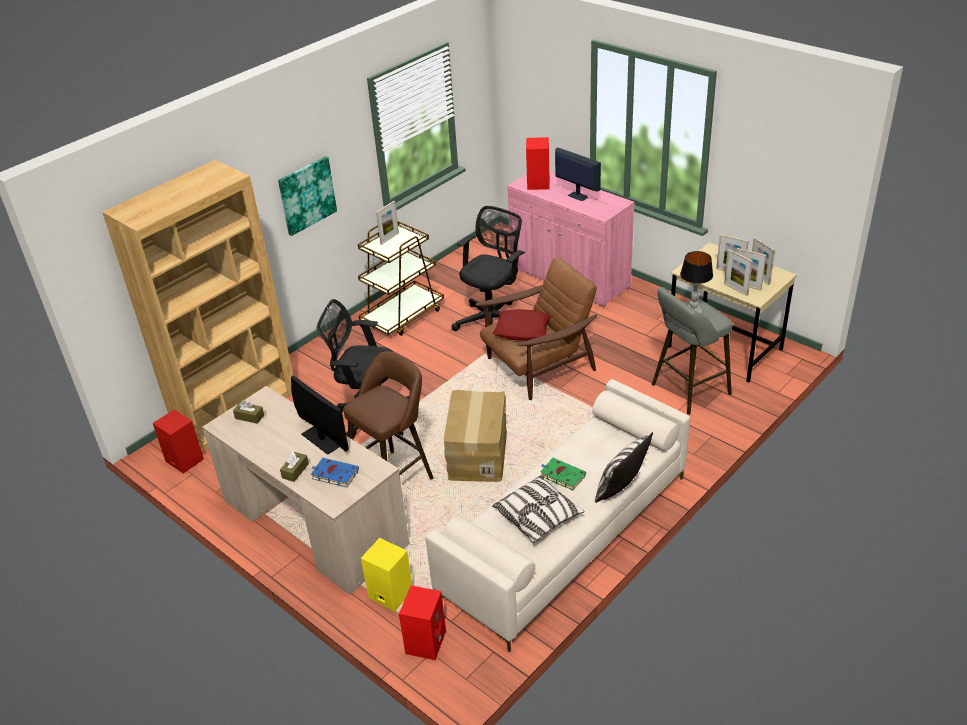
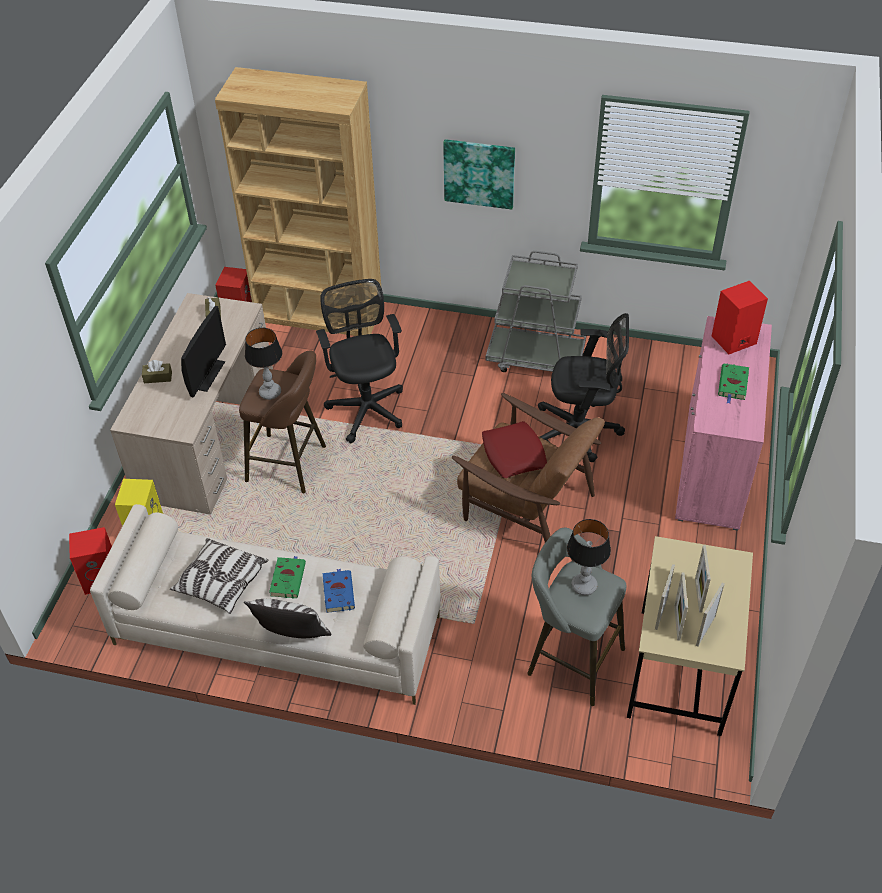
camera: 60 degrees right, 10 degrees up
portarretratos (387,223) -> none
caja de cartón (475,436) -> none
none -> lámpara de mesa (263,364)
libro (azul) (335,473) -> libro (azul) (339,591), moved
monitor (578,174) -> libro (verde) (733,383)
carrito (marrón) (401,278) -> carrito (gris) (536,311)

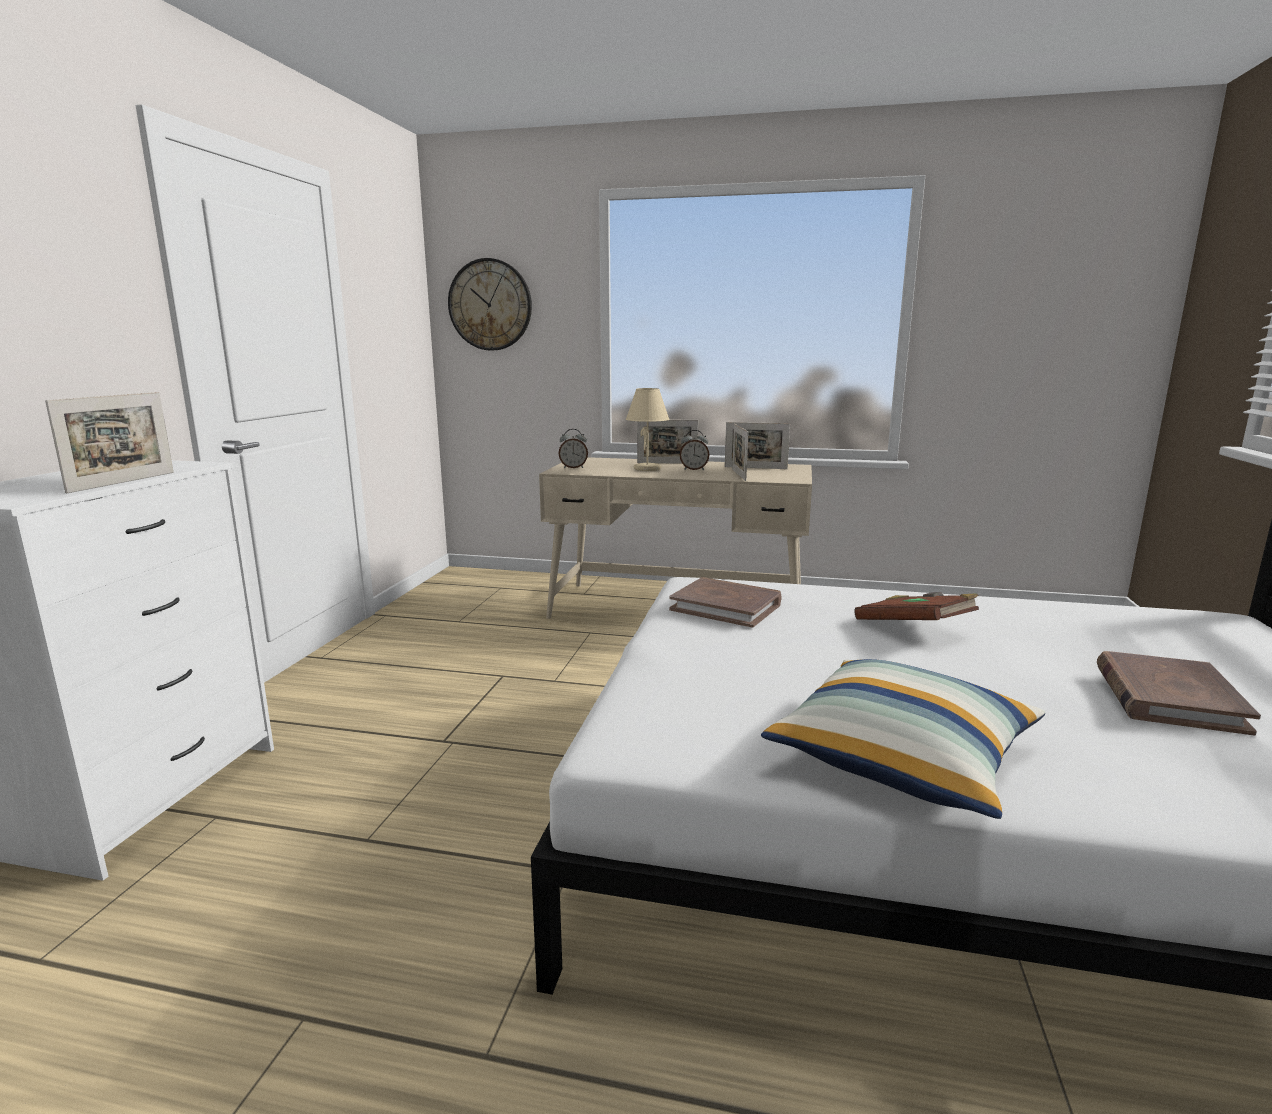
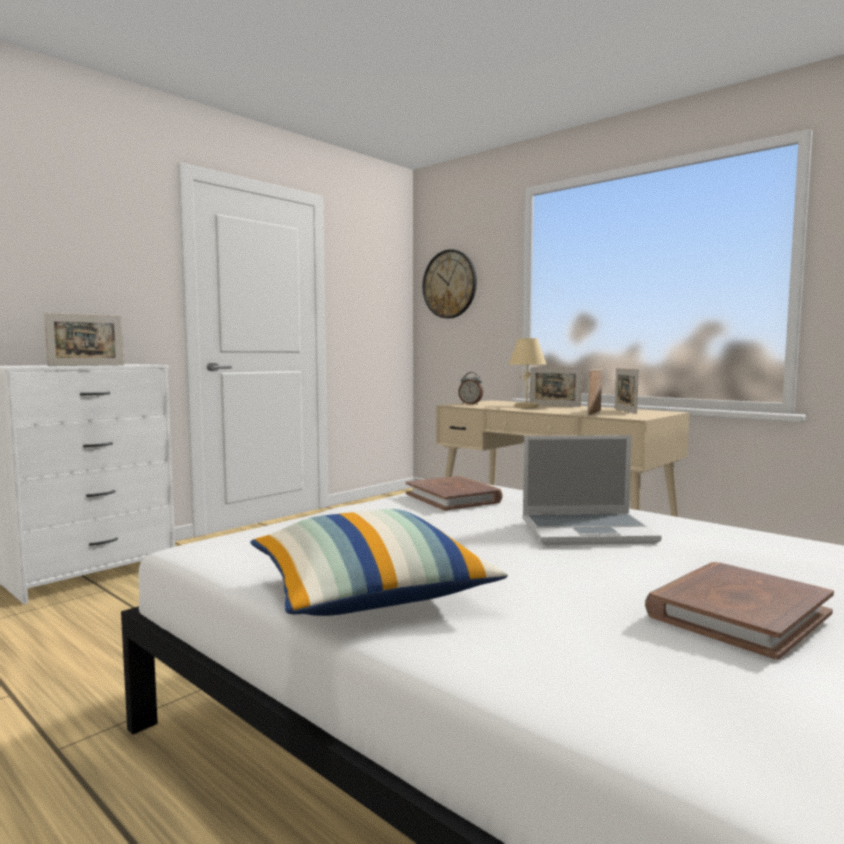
camera: 30 degrees right, 10 degrees down
despertador (694,450) -> none
libro (marrón) (916,606) -> portátil (592,490)
portarretratos (757,445) -> portarretratos (627,391), 45 degrees clockwise

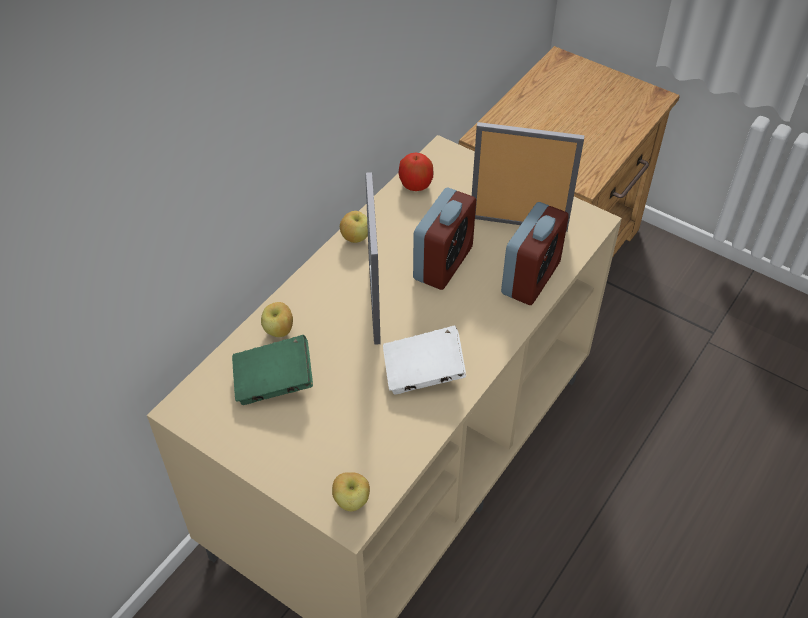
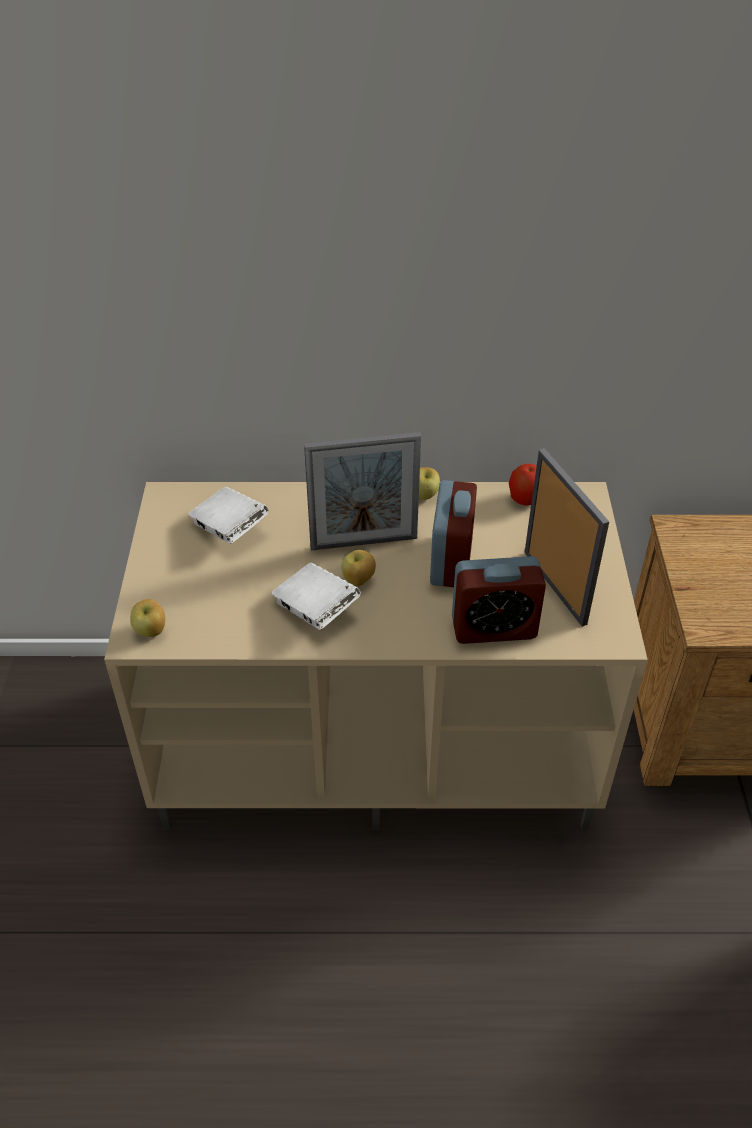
camera: 55 degrees right, 5 degrees down
manzana (277,319) -> manzana (358,568), moved
libro (verde) (272,370) -> libro (blanco) (228,515)
portarretratos (373,258) -> portarretratos (362,491), 150 degrees counterclockwise
despertador (444,239) -> despertador (453,533), 75 degrees counterclockwise

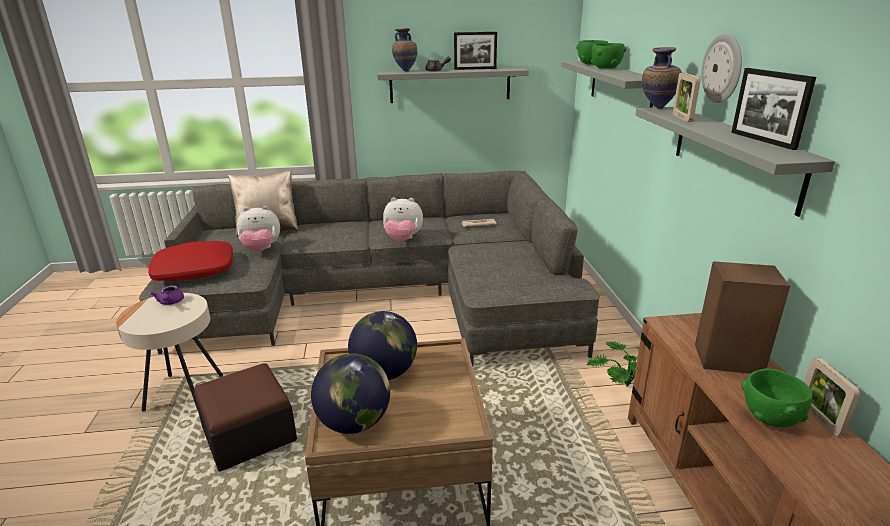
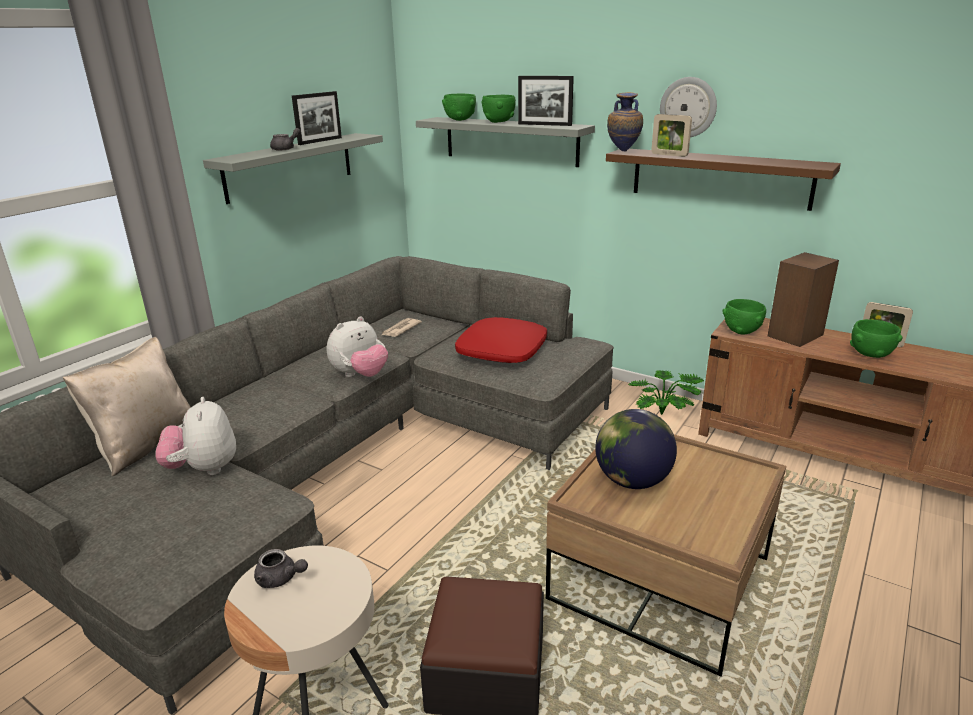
camera: 50 degrees left, 0 degrees up
globo terráqueo (350,393) -> none
florero (404,50) -> none
none -> cuenco (verde) (744,317)
cojín (rojo) (190,261) -> cojín (rojo) (501,340), moved
portarretratos (773,109) -> portarretratos (546,101), moved
tetera (morado) (167,295) -> tetera (gris) (281,568)
estante (gris) (735,162) -> estante (marrón) (723,180)
peluche (258,229) -> peluche (195,436), 135 degrees clockwise

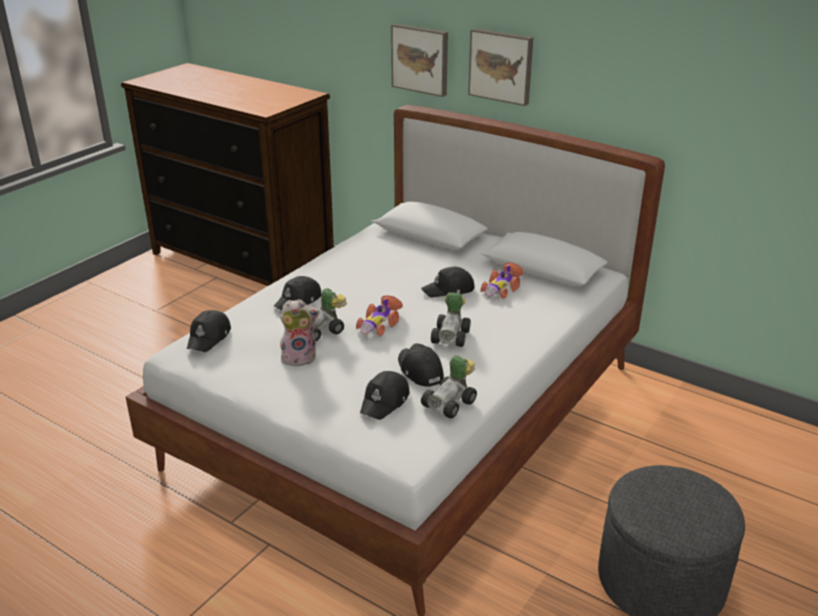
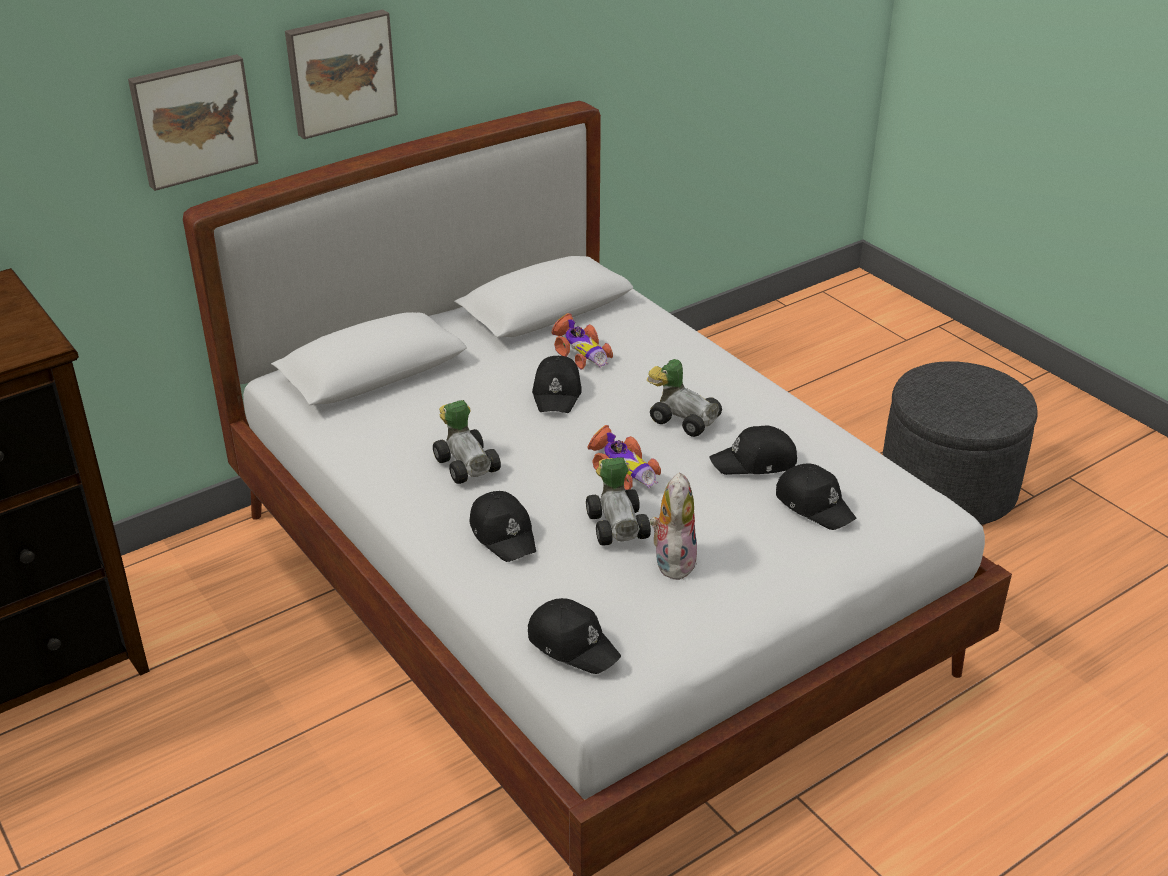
camera: 70 degrees left, 5 degrees up
coche de juguete (449,387) -> coche de juguete (467,442), moved

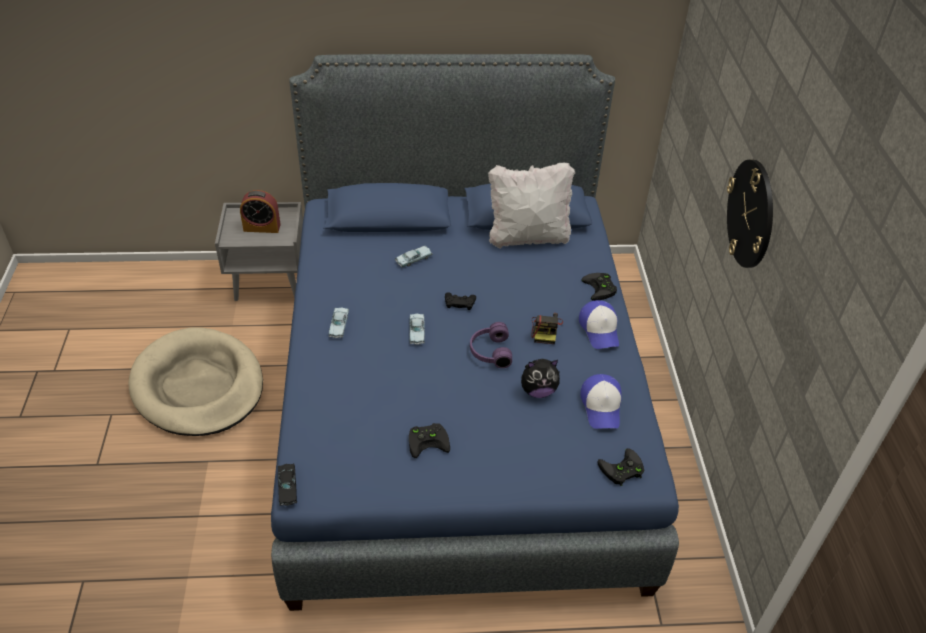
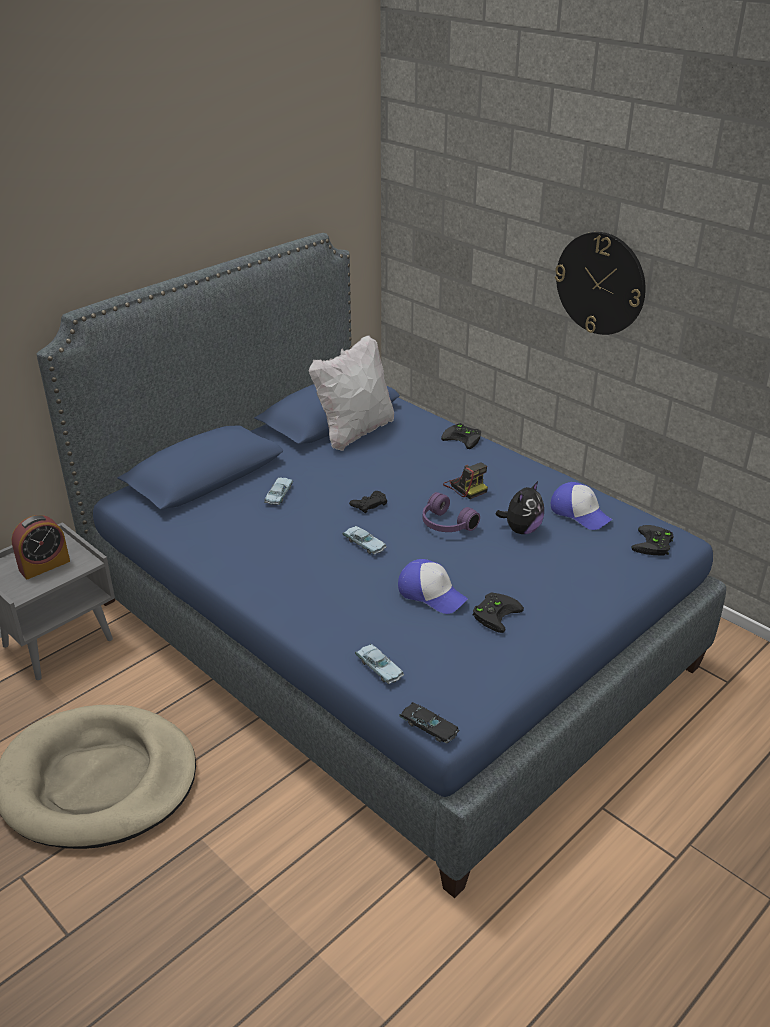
camera: 40 degrees left, 10 degrees down
coche de juguete (azul) (339,322) -> coche de juguete (azul) (379,664), moved
gorra (599,324) -> gorra (433,586), moved

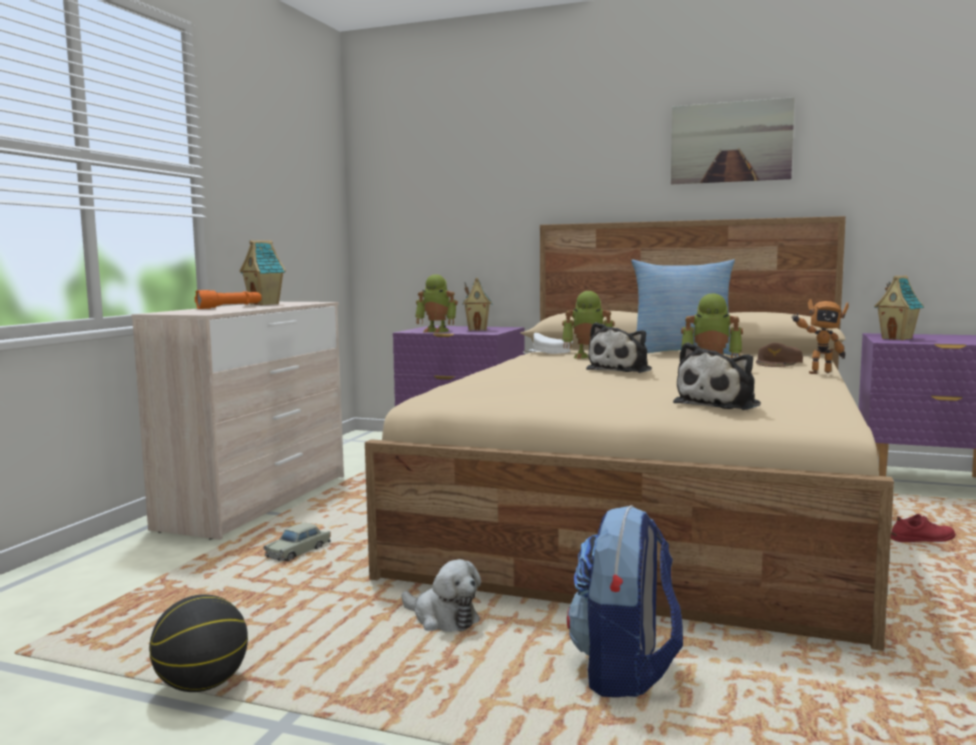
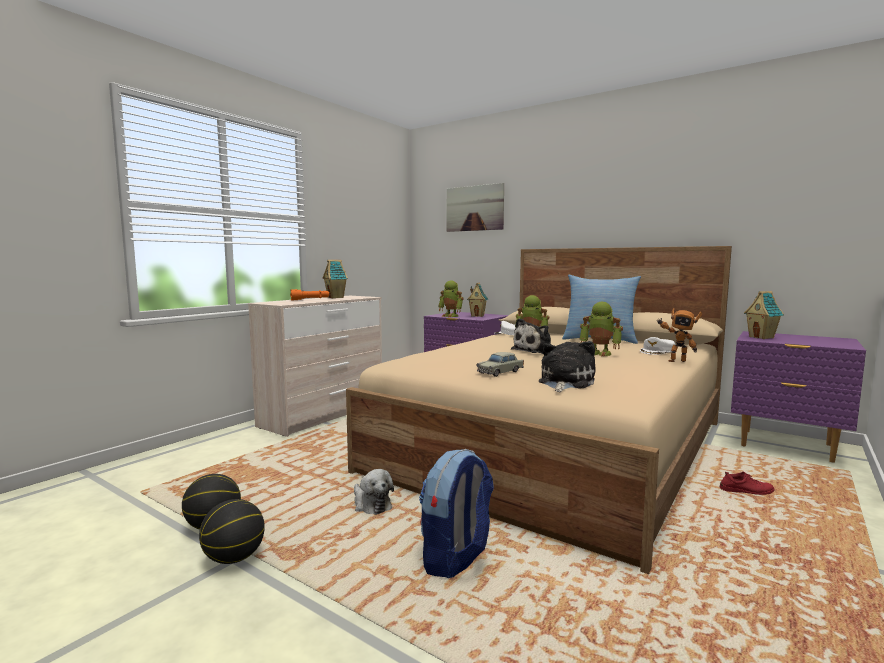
camera: 15 degrees right, 0 degrees up
none -> balón de baloncesto (232,531)
coche de juguete (beis) (297,542) -> coche de juguete (beis) (500,364), moved
cuadro (733,140) -> cuadro (475,207), moved
gorra (marrón) (779,355) -> gorra (blanco) (658,346)
peluche (717,376) -> peluche (567,366), 150 degrees clockwise

